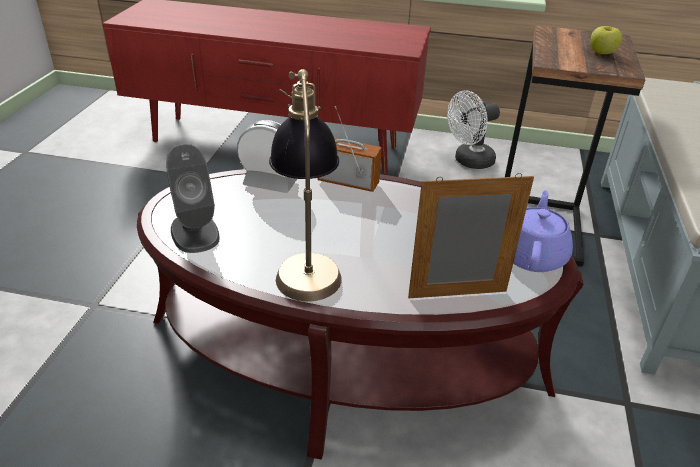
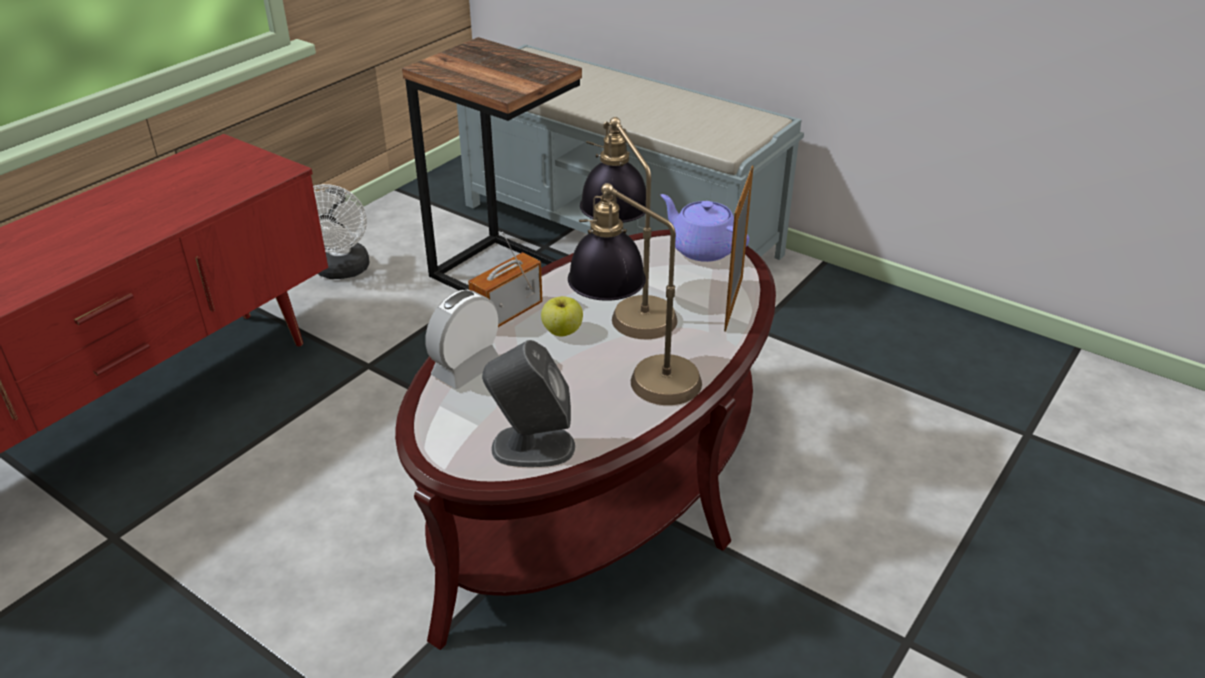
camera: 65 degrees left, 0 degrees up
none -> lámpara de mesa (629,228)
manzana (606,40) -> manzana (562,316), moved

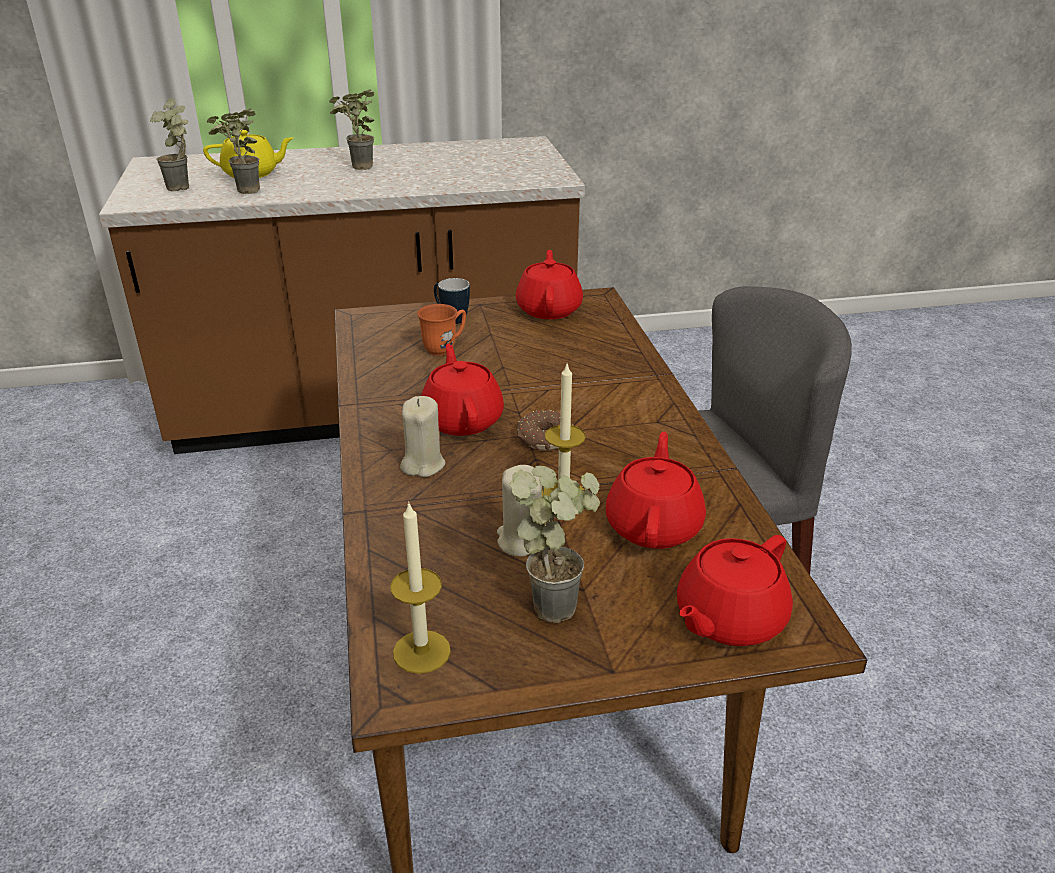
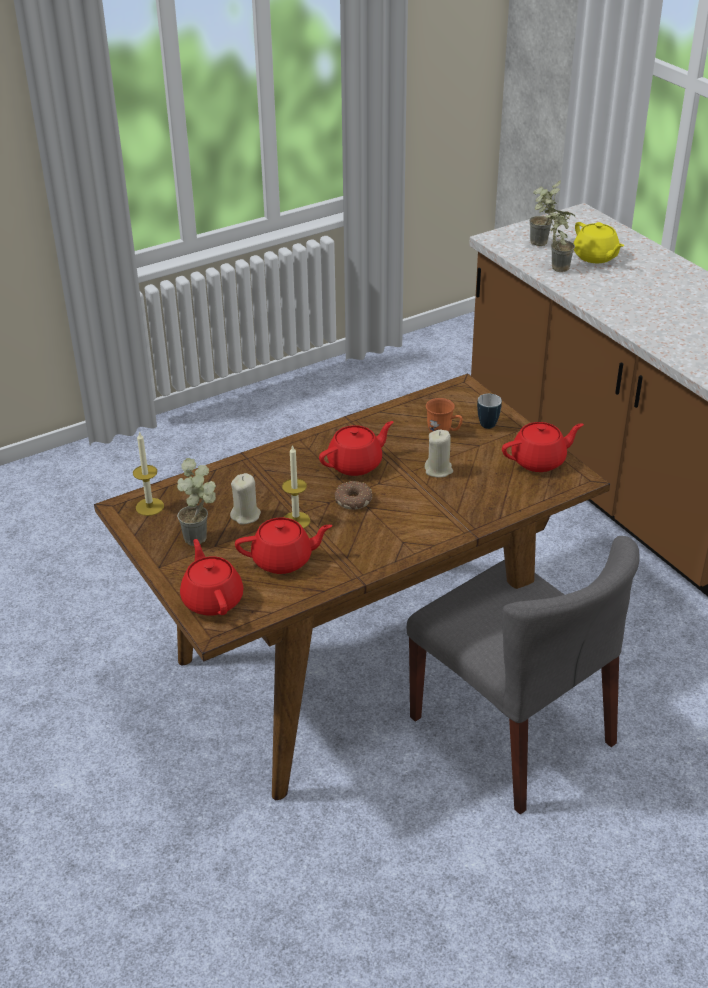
camera: 70 degrees right, 5 degrees up
planta en maceta (351,129) -> none
vela (beis) (423,436) -> vela (beis) (439,454), moved
tetera (rojo) (735,590) -> tetera (rojo) (212,577), 45 degrees clockwise

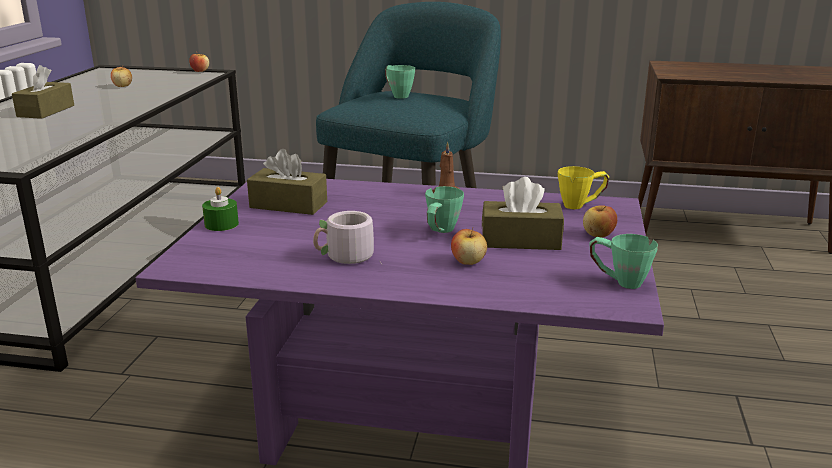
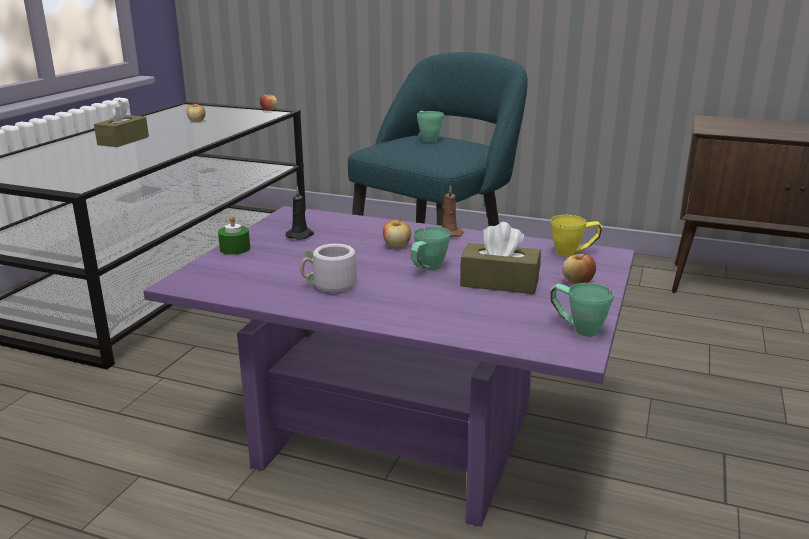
camera: 10 degrees right, 0 degrees up
manzana (469,246) -> manzana (397,233), moved
caja de pañuelos (marrón) (287,182) -> vela (negro) (299,213)

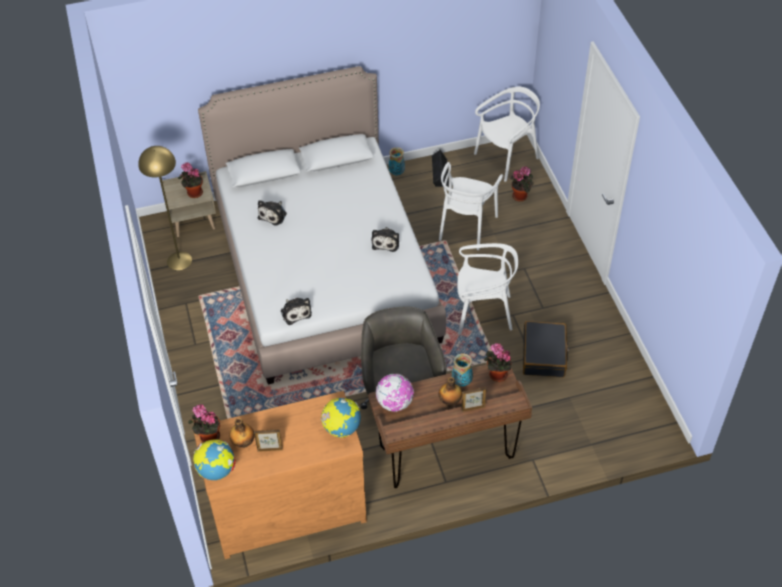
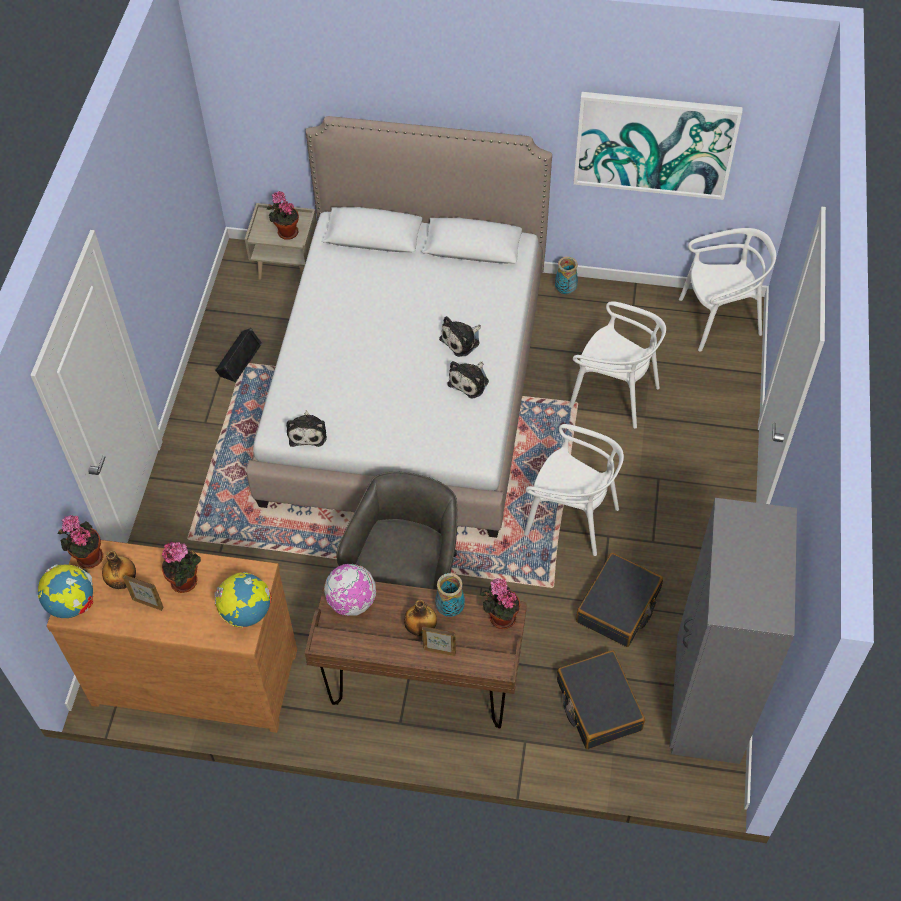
camera: 25 degrees right, 5 degrees up
lámpara de pie (amarillo) (165,208) -> none
none -> maleta (negro) (601,699)
none -> cuadro (658,146)
none -> armario ropero (gris) (733,631)
peluche (272,213) -> peluche (460,336), moved
altavoz (negro) (440,168) -> altavoz (negro) (238,355), moved
planta en maceta (522,184) -> planta en maceta (181,567), moved
silla (blanco) (471,206) -> silla (blanco) (617,364), 105 degrees counterclockwise

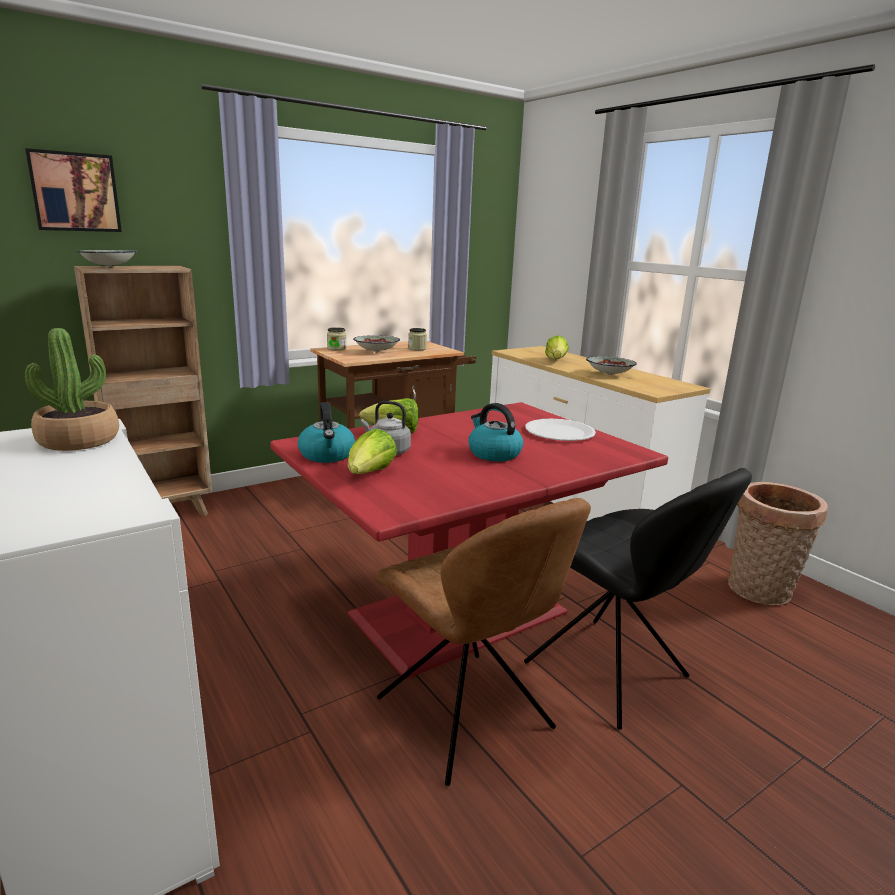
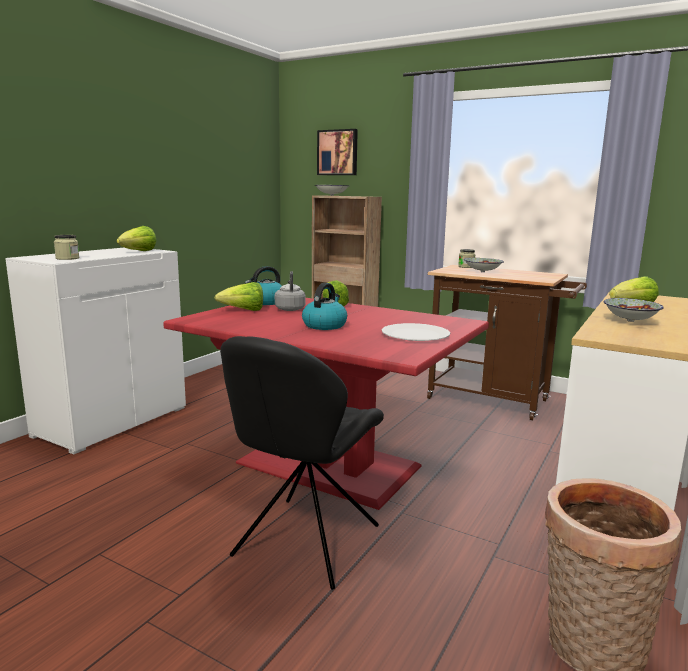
camera: 65 degrees right, 5 degrees down
silla (marrón) (483,642) -> none
tarro (417,339) -> tarro (66,247), moved
planta en maceta (72,389) -> lechuga (136,238)

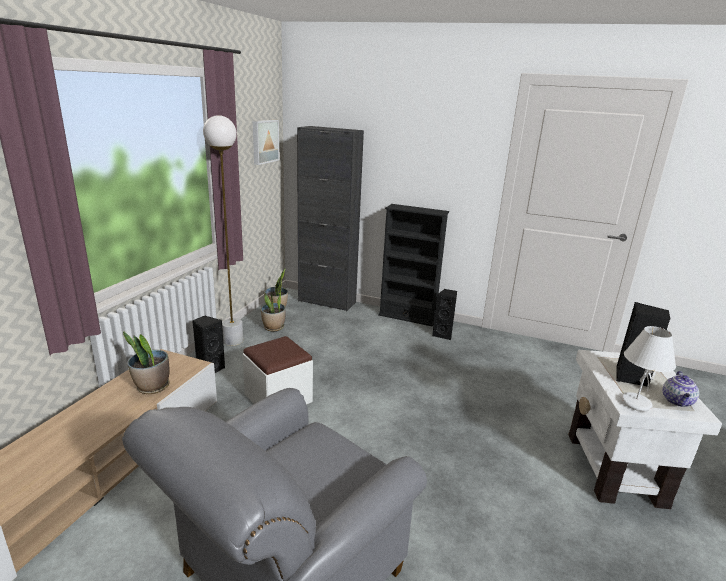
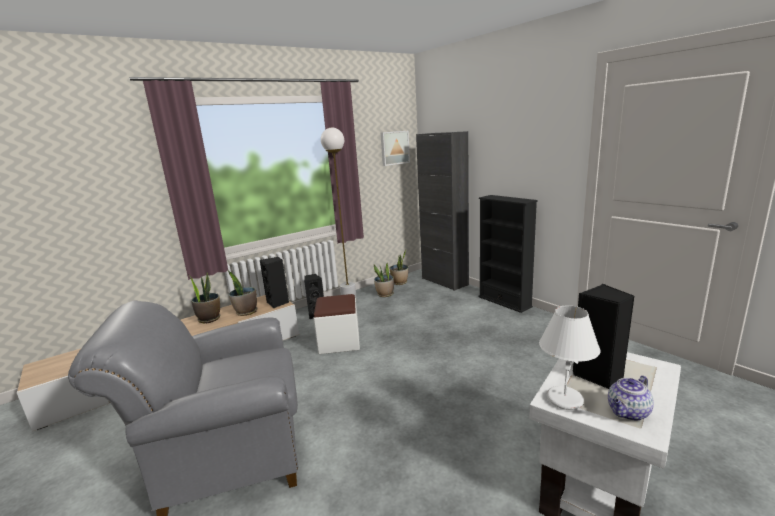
camera: 35 degrees right, 5 degrees down
none -> planta en maceta (204,298)
altavoz (negro) (444,314) -> altavoz (negro) (274,282), moved

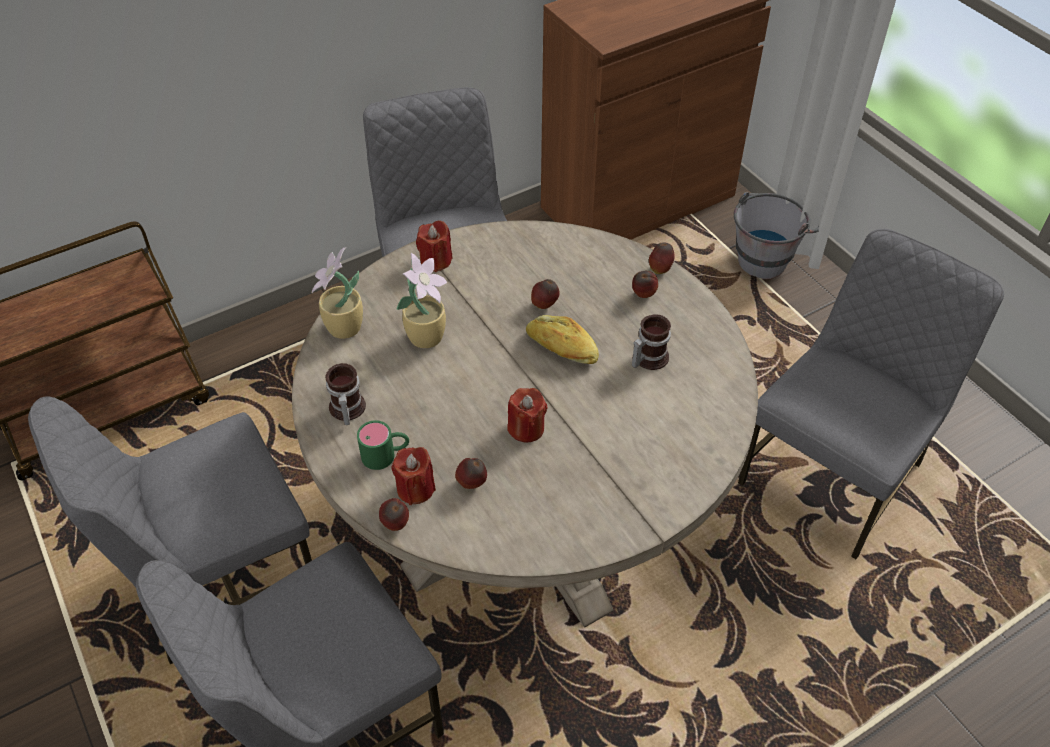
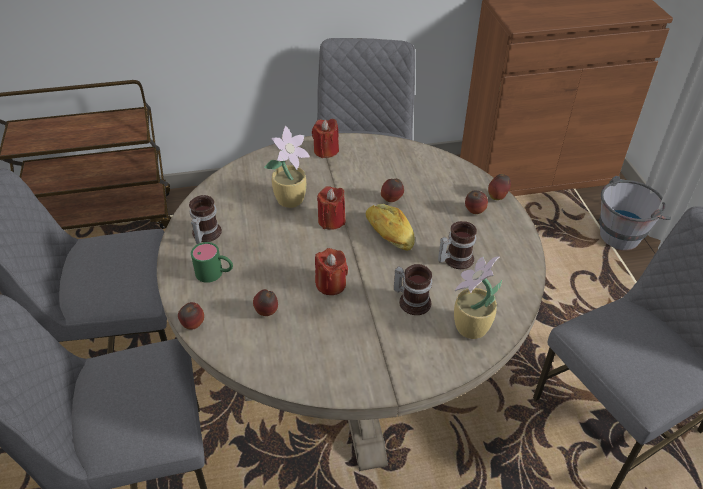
camera: 20 degrees right, 5 degrees down
none -> taza grande (413,289)
planta en maceta (337,293) -> planta en maceta (478,297), moved
vela (rojo) (413,476) -> vela (rojo) (331,208), moved

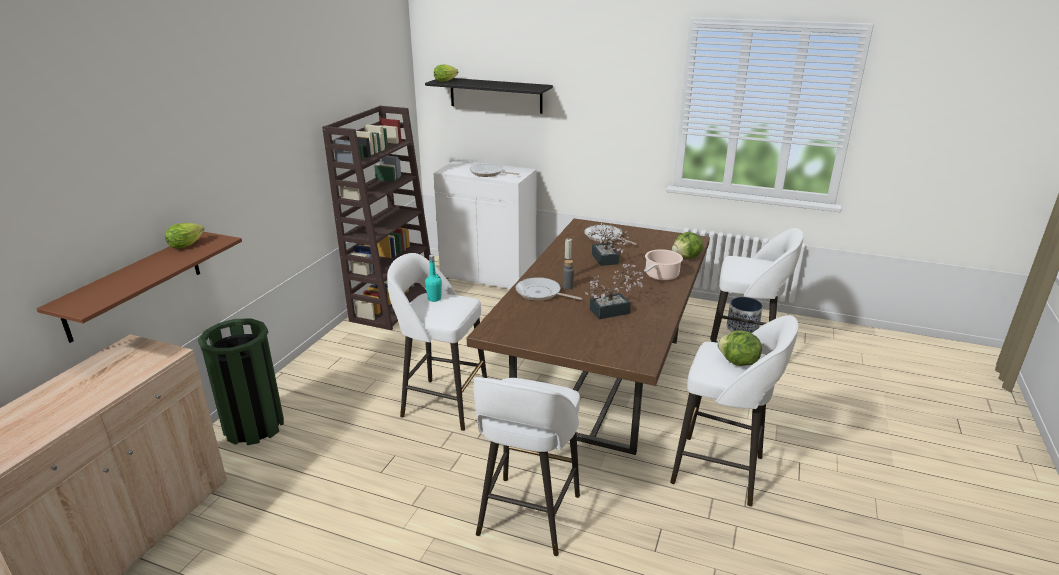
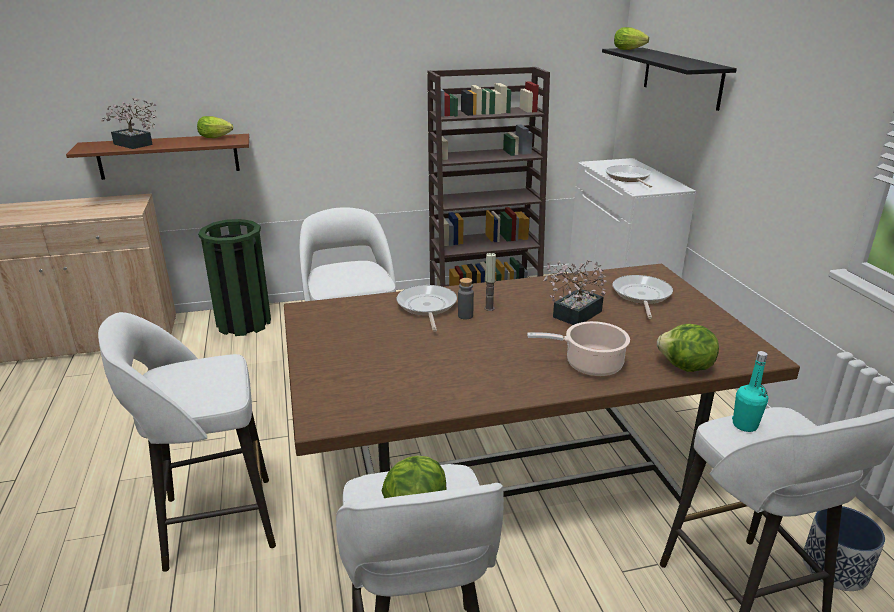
camera: 55 degrees right, 0 degrees up
botella (turquesa) (433,278) -> botella (turquesa) (750,391), moved
planta en maceta (614,291) -> planta en maceta (129,123), moved

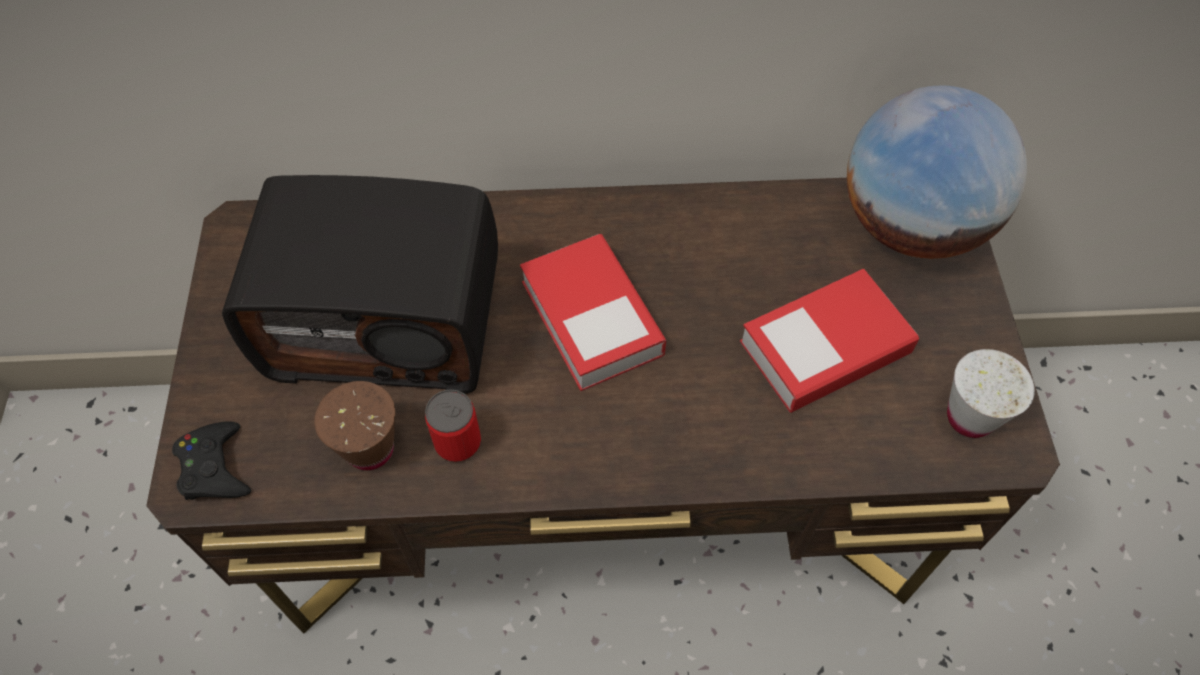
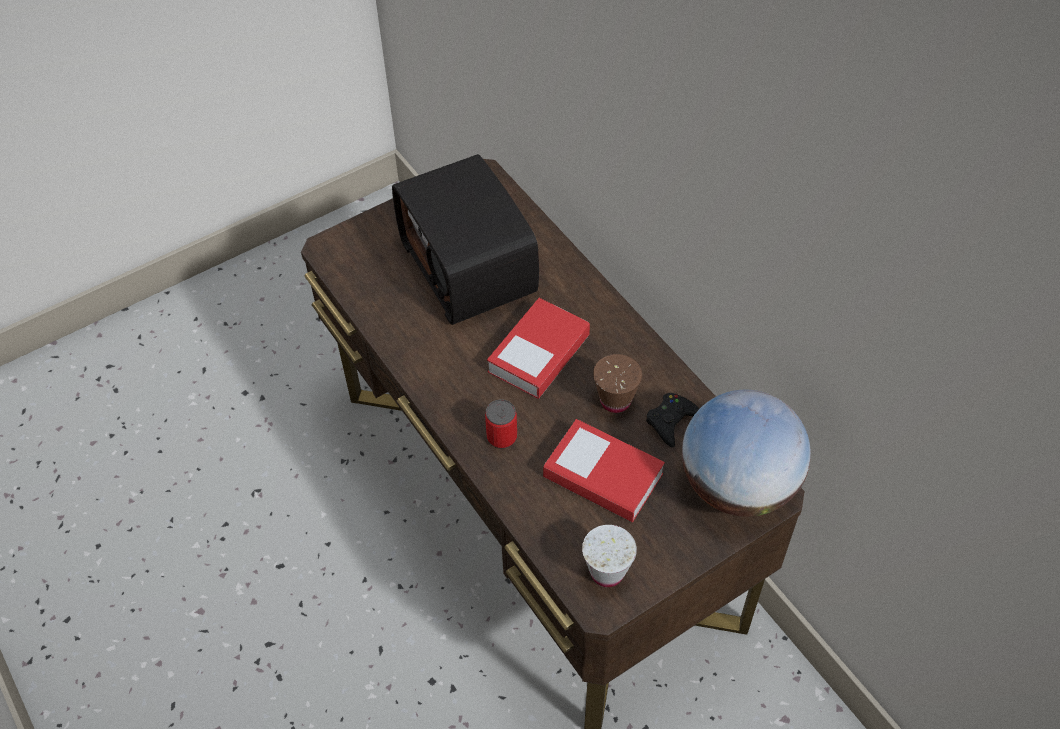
camera: 60 degrees right, 5 degrees down
mando de consola (negro) (211,460) -> mando de consola (negro) (672,420), moved
taza (marrón) (354,425) -> taza (marrón) (617,383), moved
lata (453,426) -> lata (501,424), moved

